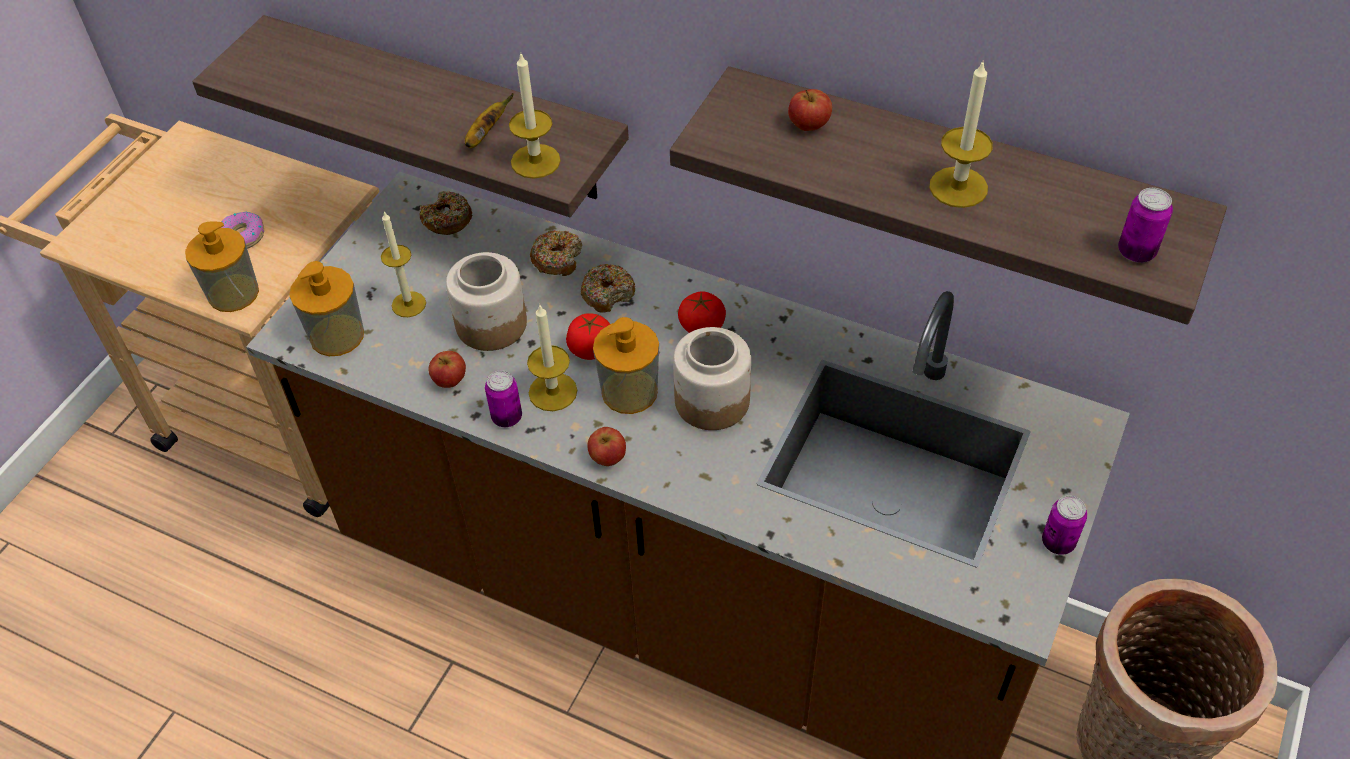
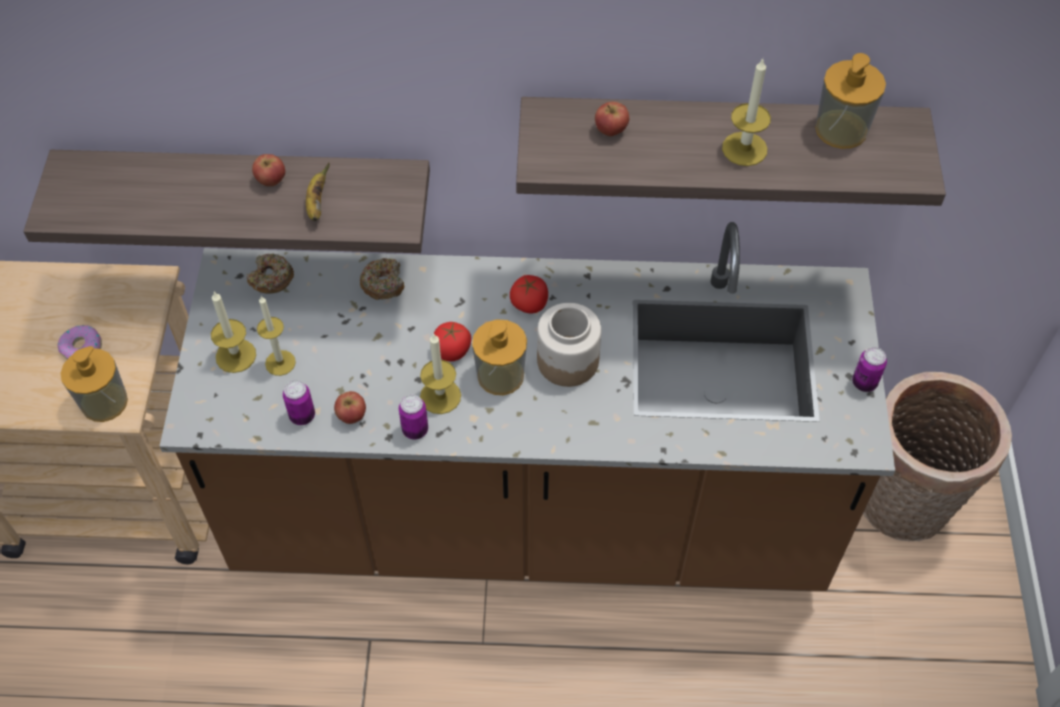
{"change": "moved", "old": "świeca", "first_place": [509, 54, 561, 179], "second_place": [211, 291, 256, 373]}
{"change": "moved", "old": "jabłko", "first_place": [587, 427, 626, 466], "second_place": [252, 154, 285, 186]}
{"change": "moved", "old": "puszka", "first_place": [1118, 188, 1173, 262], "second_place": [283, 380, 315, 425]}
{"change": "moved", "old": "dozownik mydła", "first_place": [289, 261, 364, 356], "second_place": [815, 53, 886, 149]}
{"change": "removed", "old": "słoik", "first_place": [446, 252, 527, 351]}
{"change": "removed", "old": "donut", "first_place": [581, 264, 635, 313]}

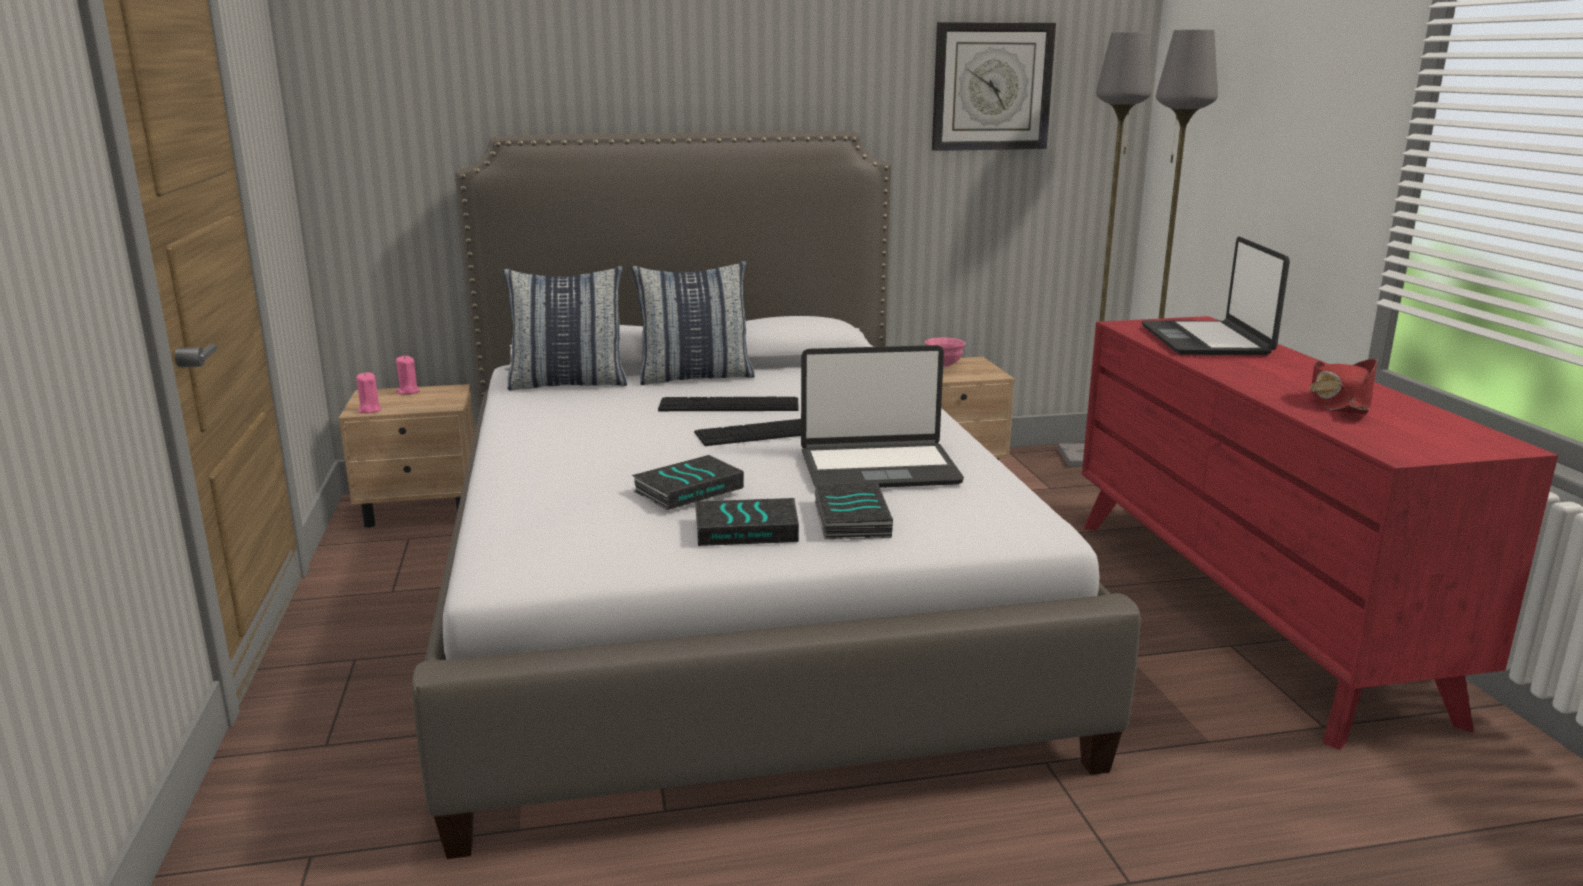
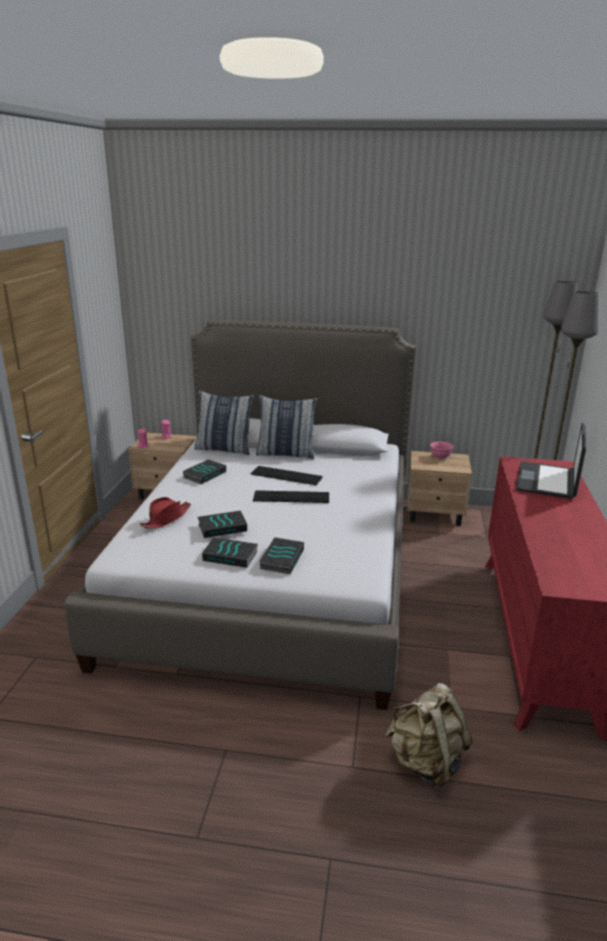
{"change": "moved", "old": "kapelusz (czerwony)", "first_place": [1310, 359, 1378, 414], "second_place": [139, 497, 191, 528]}
{"change": "added", "new": "książka", "second_place": [182, 459, 226, 484]}
{"change": "added", "new": "plecak (beżowy)", "second_place": [385, 683, 473, 788]}
{"change": "removed", "old": "laptop", "first_place": [801, 345, 964, 488]}
{"change": "removed", "old": "zegar ścienny", "first_place": [932, 22, 1056, 151]}

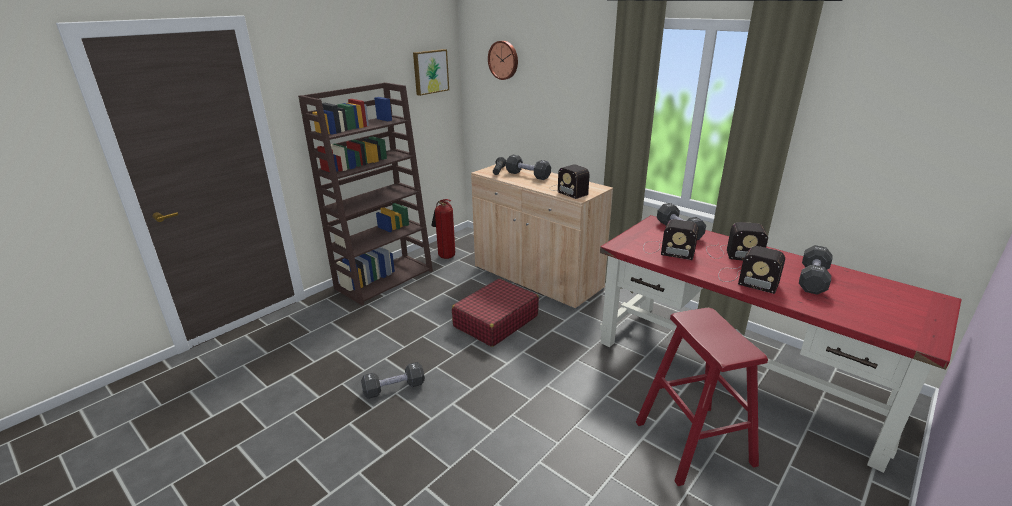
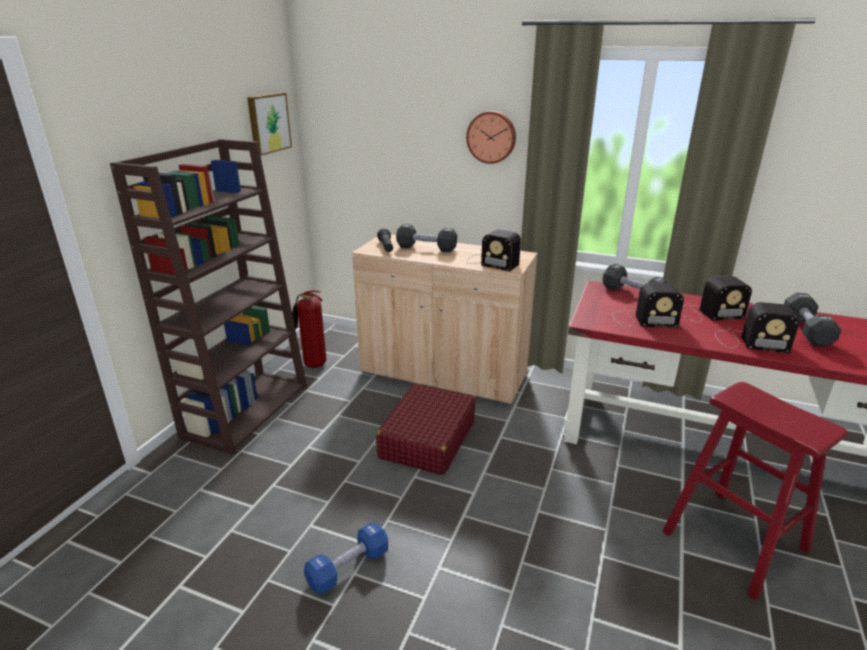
{"change": "recoloured", "old": "hantel (czarny)", "new": "hantel (niebieski)", "first_place": [361, 362, 425, 399], "second_place": [304, 522, 388, 594]}
{"change": "moved", "old": "zegar ścienny", "first_place": [488, 41, 518, 80], "second_place": [466, 111, 516, 164]}

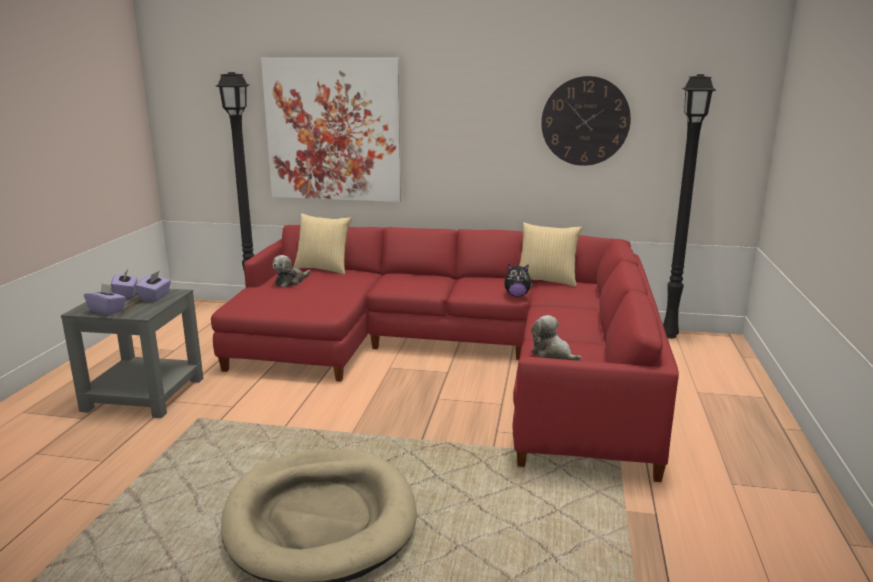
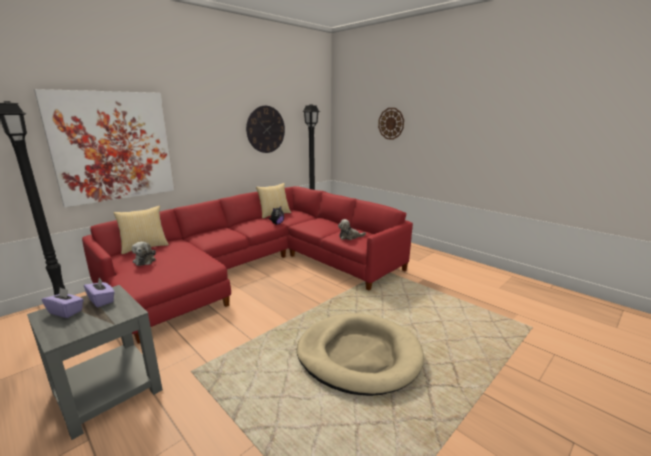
{"change": "added", "new": "zegar ścienny", "second_place": [378, 108, 404, 140]}
{"change": "removed", "old": "pudełko chusteczek (fioletowy)", "first_place": [84, 283, 126, 315]}

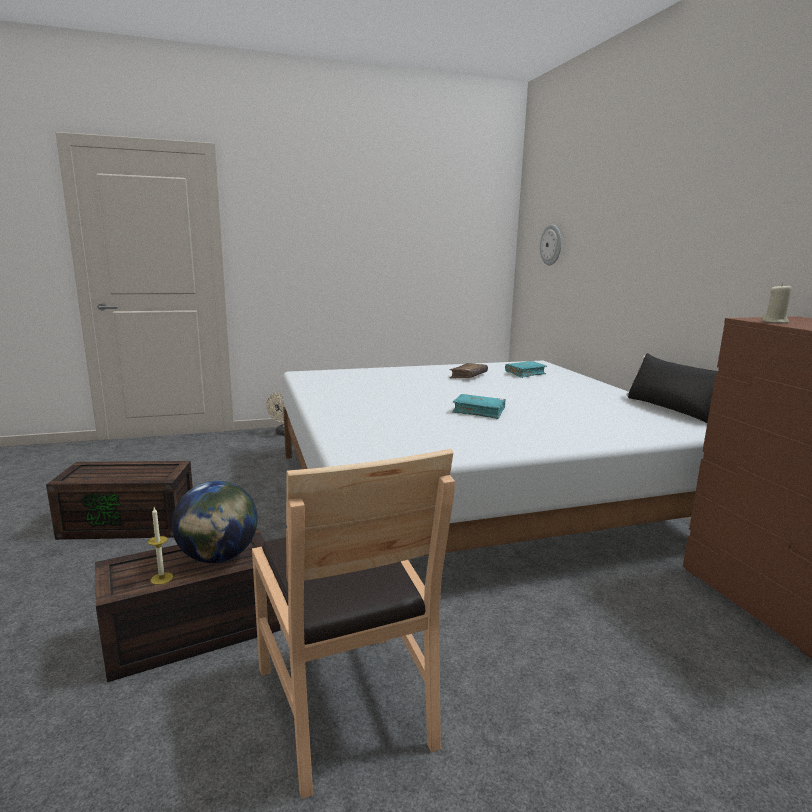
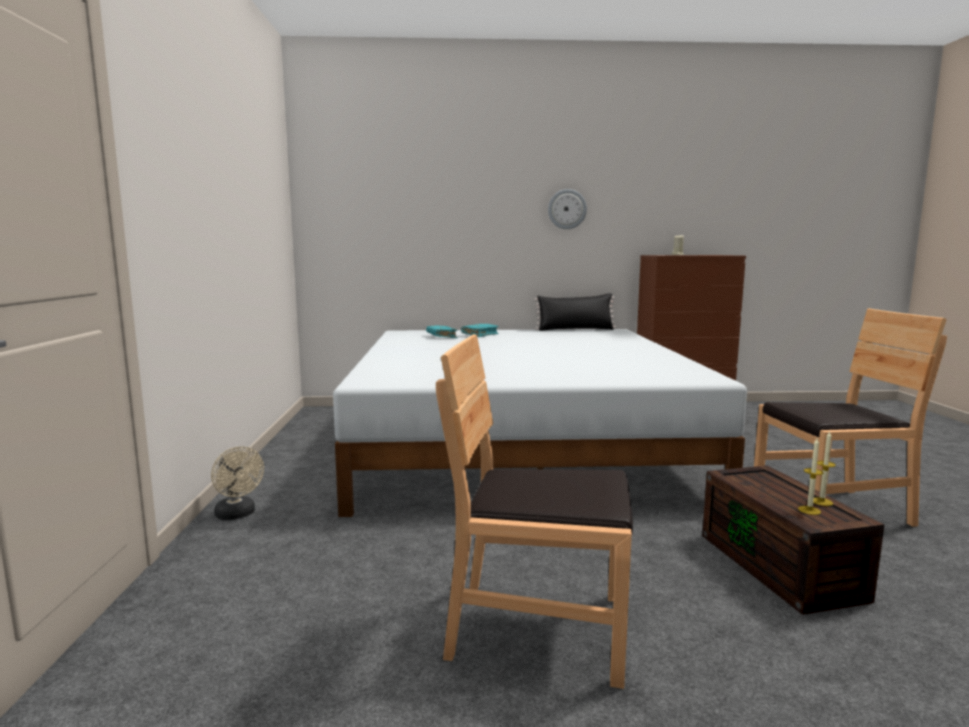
{"change": "replaced", "old": "pojemnik do przechowywania (brązowy)", "new": "krzesło (brązowy)", "first_place": [46, 461, 193, 540], "second_place": [436, 334, 633, 689]}
{"change": "moved", "old": "książka (turkusowy)", "first_place": [452, 394, 506, 419], "second_place": [461, 323, 499, 337]}
{"change": "moved", "old": "zegar ścienny", "first_place": [540, 225, 561, 265], "second_place": [548, 189, 587, 229]}
{"change": "added", "new": "świeca", "second_place": [798, 438, 824, 515]}
{"change": "removed", "old": "globus", "first_place": [172, 481, 258, 563]}
{"change": "removed", "old": "książka (brązowy)", "first_place": [450, 363, 488, 378]}

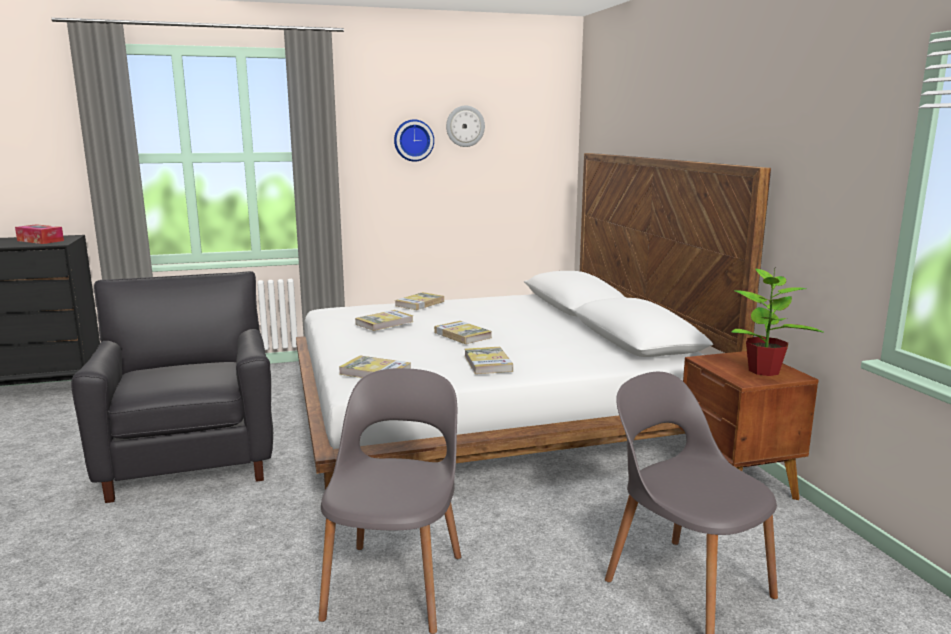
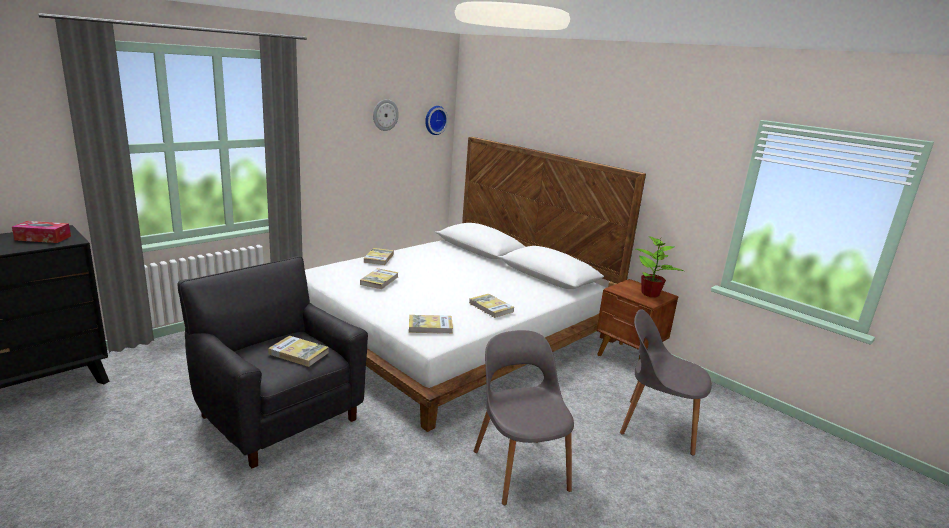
{"change": "moved", "old": "książka", "first_place": [434, 321, 492, 344], "second_place": [268, 336, 329, 367]}
{"change": "moved", "old": "zegar ścienny", "first_place": [394, 119, 434, 162], "second_place": [425, 106, 448, 135]}

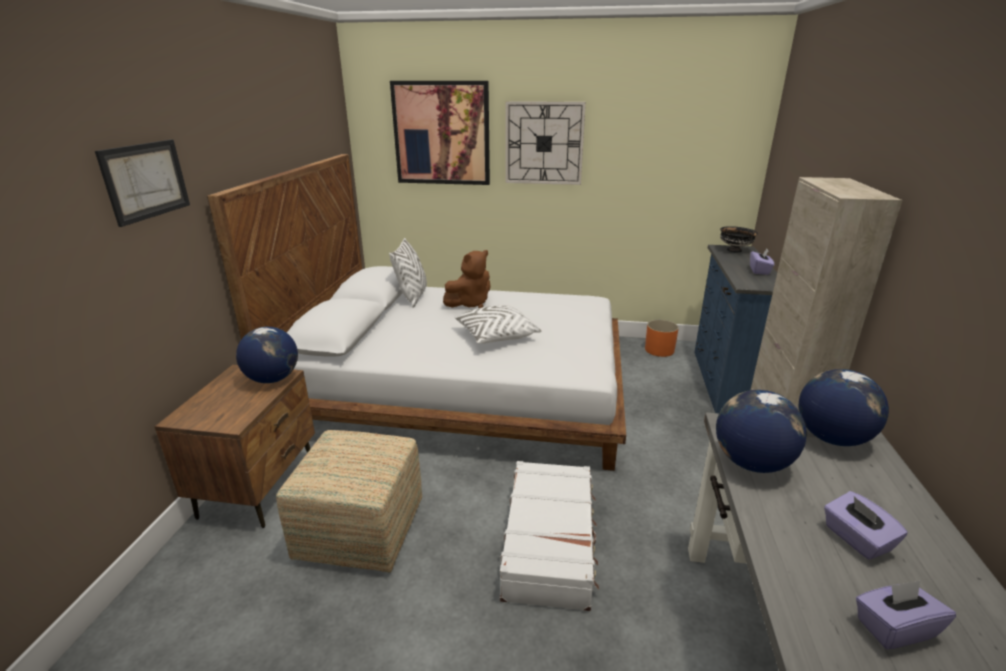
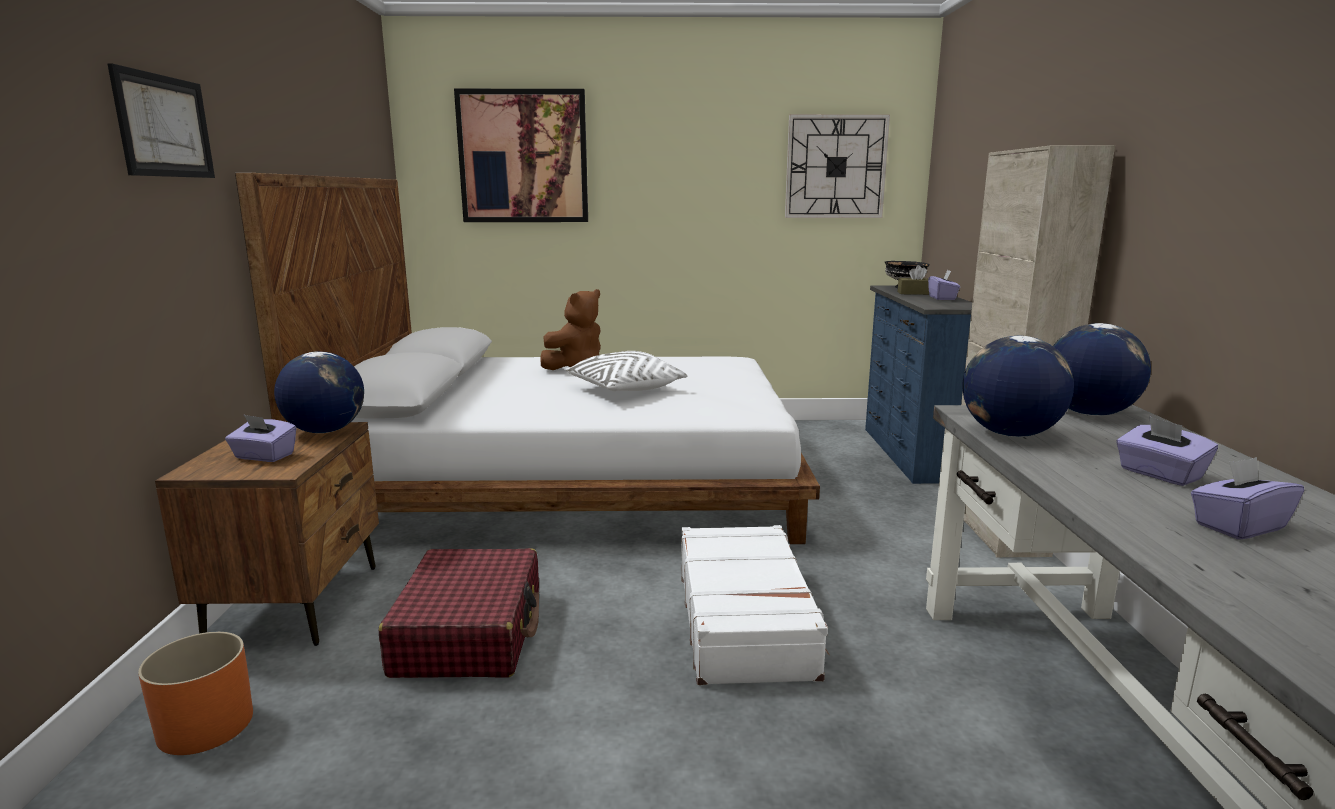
{"change": "moved", "old": "donica (pomarańczowy)", "first_place": [645, 320, 679, 357], "second_place": [138, 632, 253, 755]}
{"change": "added", "new": "pudełko chusteczek (fioletowy)", "second_place": [225, 415, 296, 462]}
{"change": "replaced", "old": "pufa", "new": "walizka (czerwony)", "first_place": [276, 430, 422, 573], "second_place": [379, 548, 539, 678]}
{"change": "moved", "old": "zegar ścienny", "first_place": [505, 101, 586, 185], "second_place": [785, 114, 890, 218]}
{"change": "added", "new": "pudełko chusteczek (brązowy)", "second_place": [898, 265, 929, 295]}
{"change": "removed", "old": "poduszka (biały)", "first_place": [389, 238, 427, 308]}

